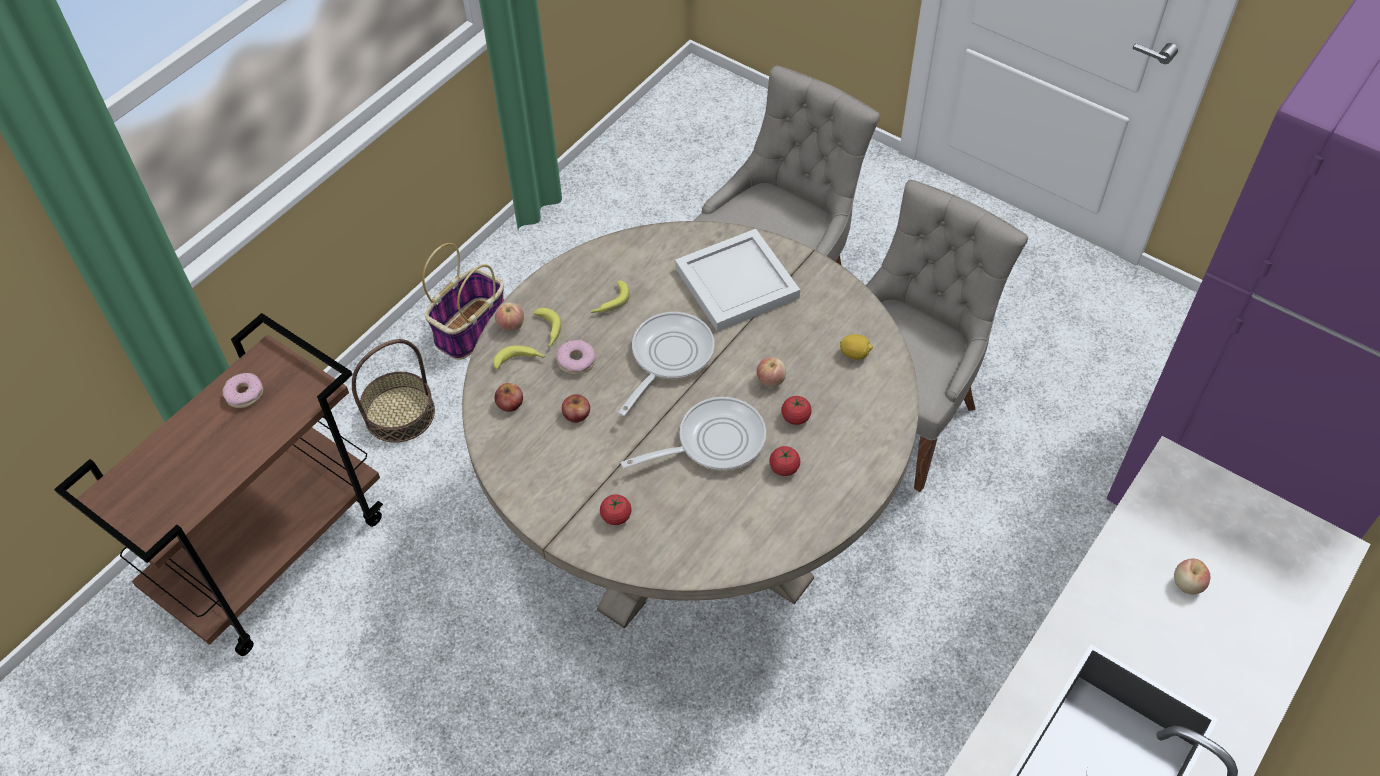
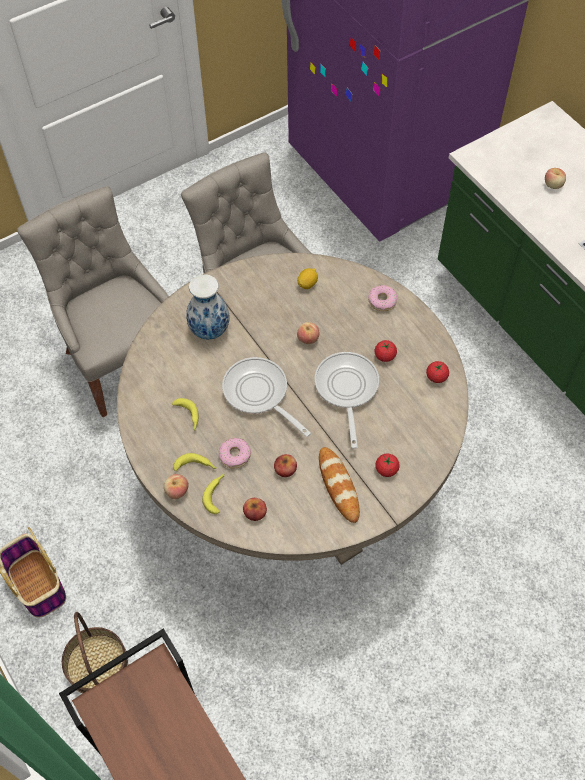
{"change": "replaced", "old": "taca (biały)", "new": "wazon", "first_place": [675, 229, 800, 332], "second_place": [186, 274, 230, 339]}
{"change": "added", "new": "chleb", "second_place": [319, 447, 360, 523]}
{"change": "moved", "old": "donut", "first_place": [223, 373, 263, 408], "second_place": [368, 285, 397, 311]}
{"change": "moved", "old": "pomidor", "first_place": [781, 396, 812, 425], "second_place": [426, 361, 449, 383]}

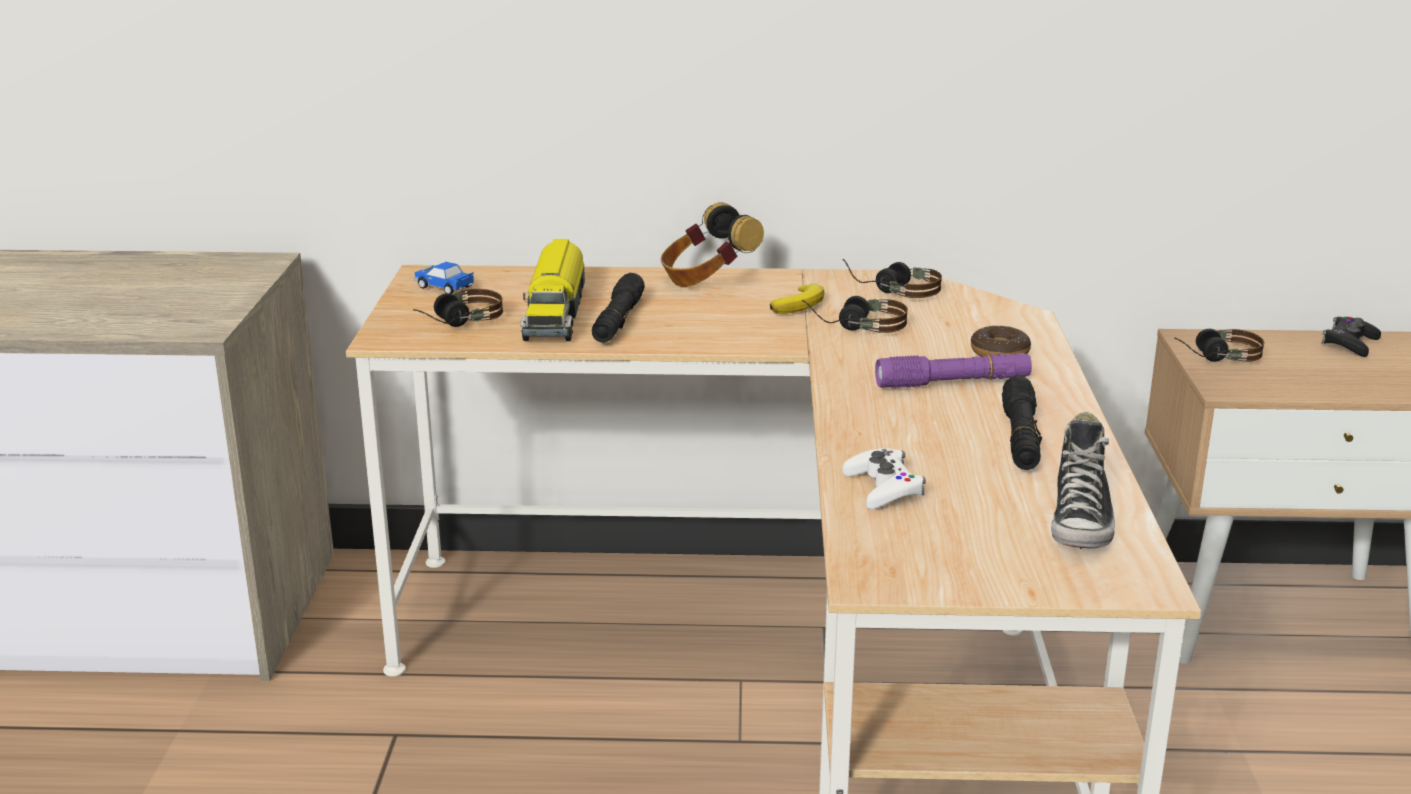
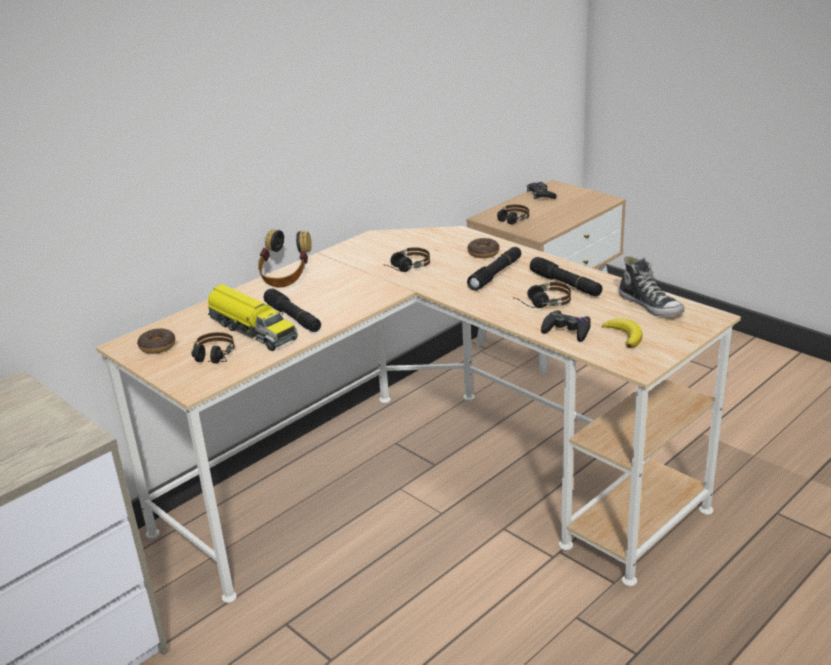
{"change": "replaced", "old": "samochodzik", "new": "donut", "first_place": [414, 262, 474, 294], "second_place": [137, 328, 176, 354]}
{"change": "recoloured", "old": "latarka (fioletowy)", "new": "latarka (czarny)", "first_place": [875, 353, 1032, 388], "second_place": [467, 247, 521, 291]}
{"change": "moved", "old": "słuchawki", "first_place": [843, 259, 942, 298], "second_place": [513, 282, 571, 308]}
{"change": "recoloured", "old": "pad do gier (biały)", "new": "pad do gier (czarny)", "first_place": [842, 448, 926, 509], "second_place": [541, 310, 591, 342]}
{"change": "moved", "old": "banan", "first_place": [770, 284, 824, 314], "second_place": [602, 318, 643, 348]}

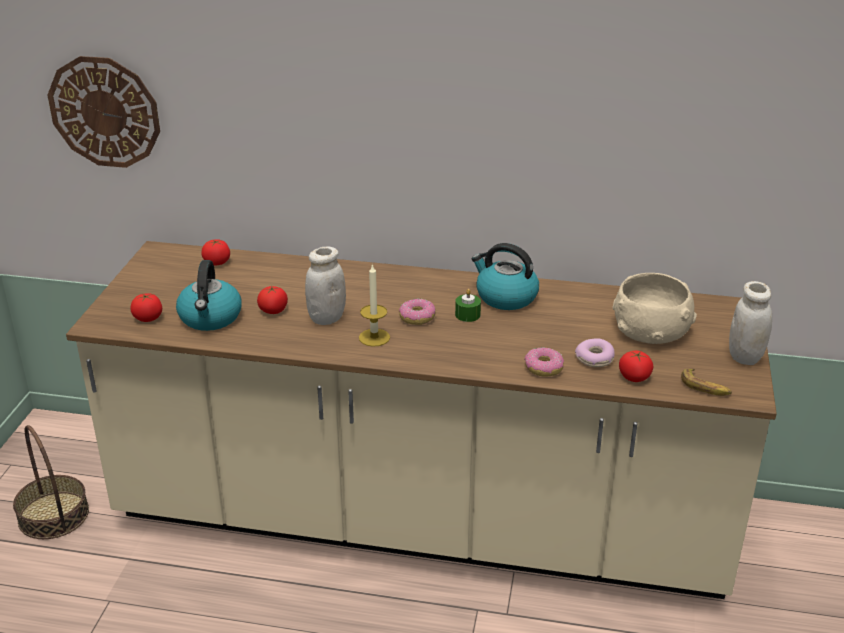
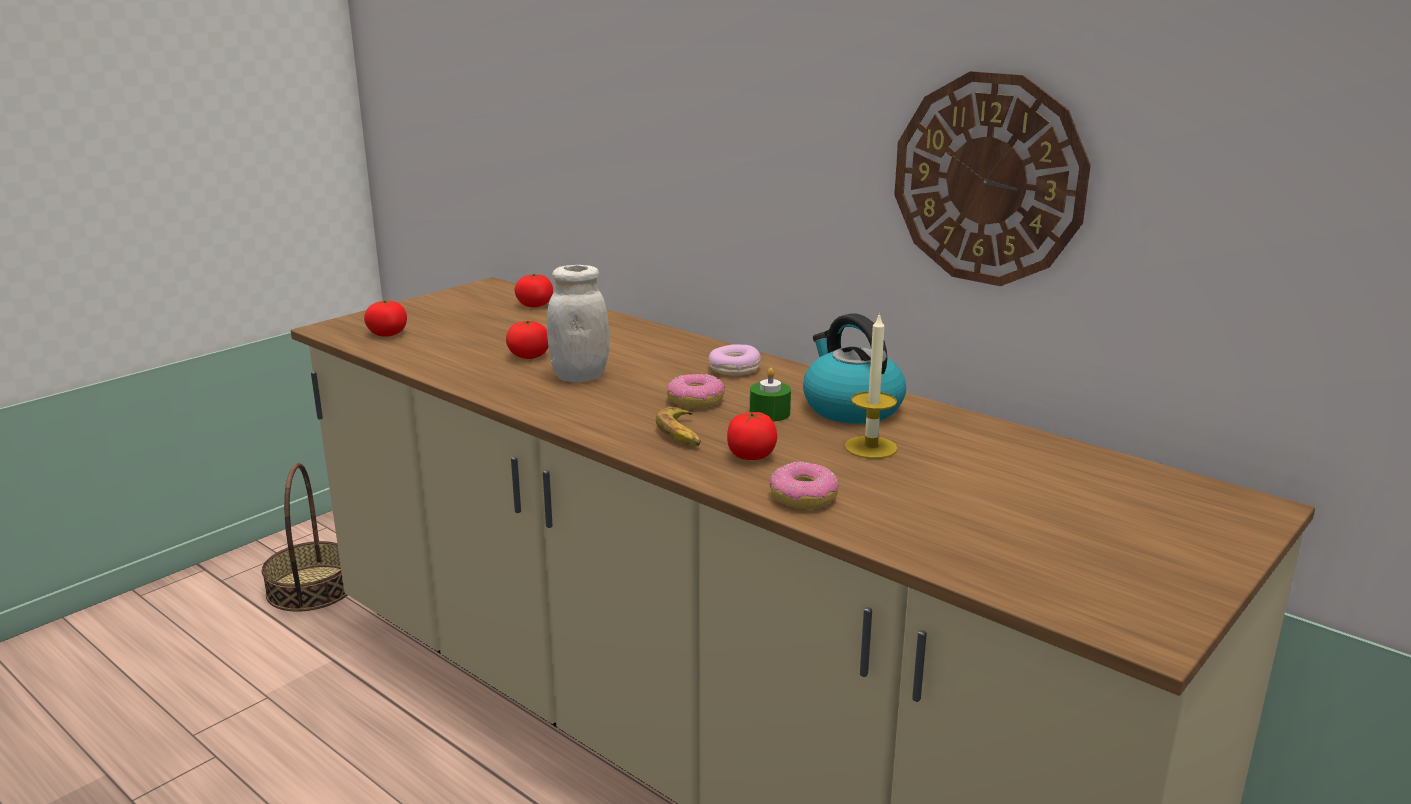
{"change": "moved", "old": "banan", "first_place": [681, 369, 732, 396], "second_place": [656, 407, 701, 446]}
{"change": "moved", "old": "donut", "first_place": [575, 338, 615, 367], "second_place": [708, 344, 761, 375]}
{"change": "moved", "old": "pomidor", "first_place": [619, 350, 653, 382], "second_place": [727, 412, 778, 460]}
{"change": "moved", "old": "świeca", "first_place": [359, 264, 390, 347], "second_place": [845, 312, 898, 459]}
{"change": "moved", "old": "zegar ścienny", "first_place": [47, 56, 160, 168], "second_place": [894, 71, 1091, 286]}
{"change": "removed", "old": "czajnik", "first_place": [176, 260, 242, 331]}
{"change": "removed", "old": "miska (beżowy)", "first_place": [612, 273, 697, 344]}
{"change": "removed", "old": "słoik (biały)", "first_place": [729, 281, 772, 365]}

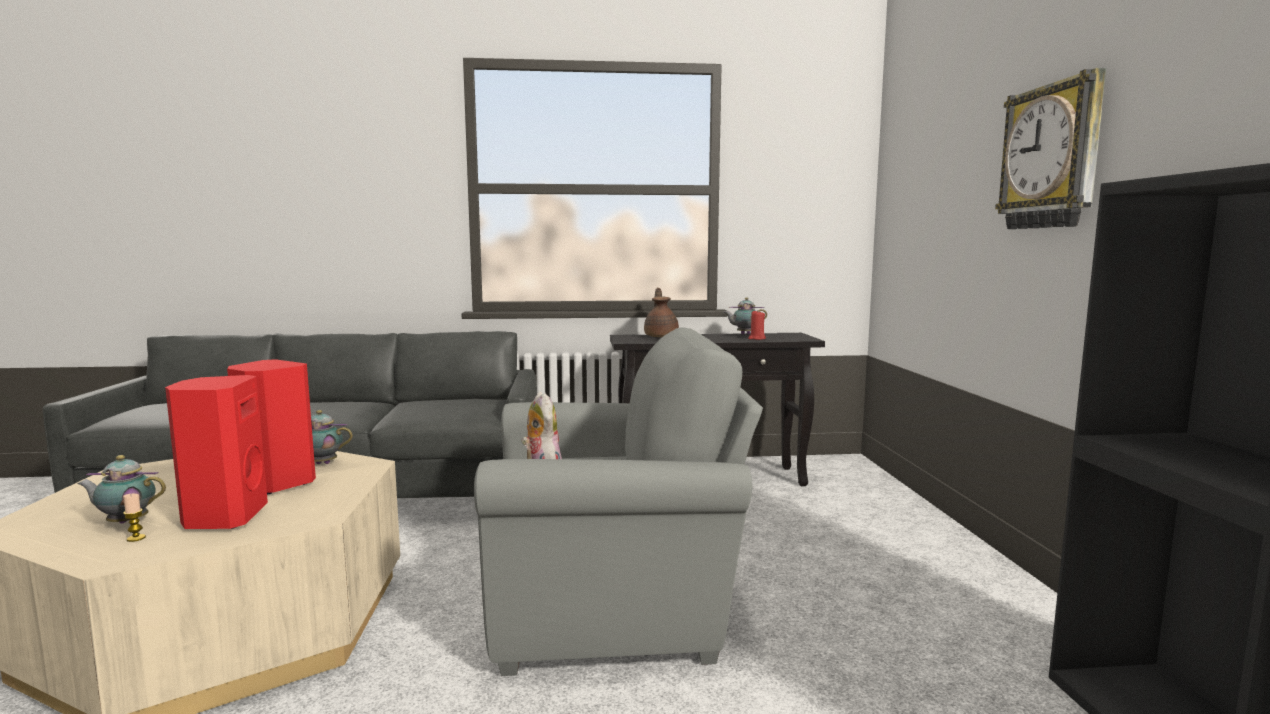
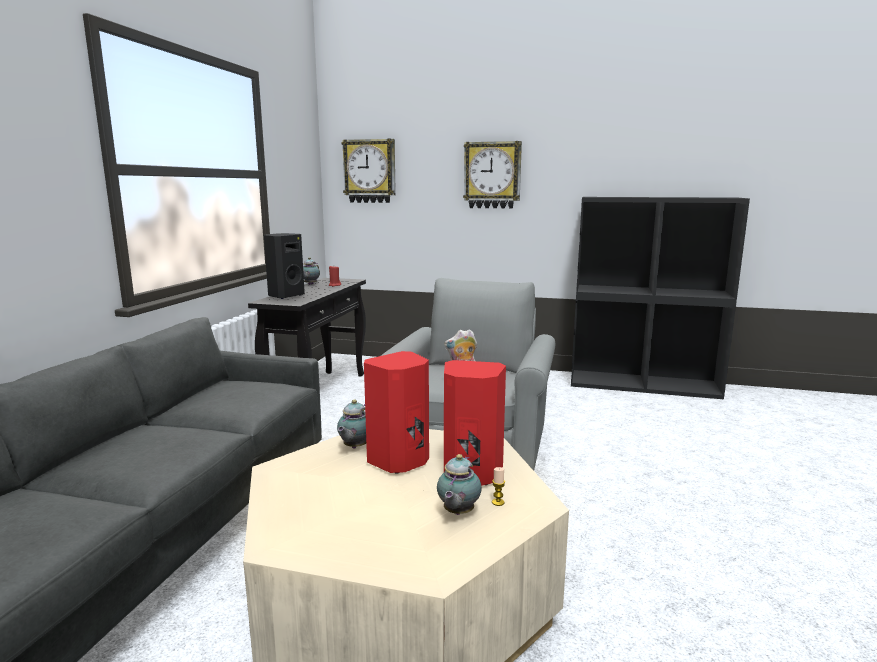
{"change": "replaced", "old": "imbryk (brązowy)", "new": "głośnik (czarny)", "first_place": [644, 288, 679, 337], "second_place": [264, 233, 305, 299]}
{"change": "added", "new": "zegar ścienny", "second_place": [341, 139, 396, 203]}

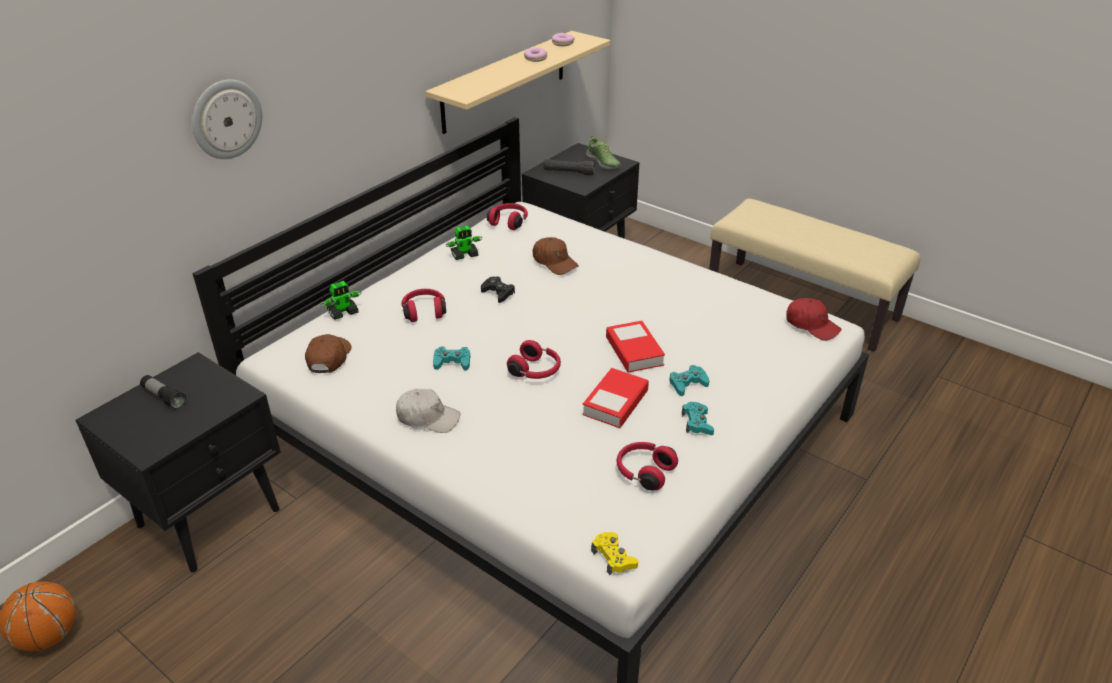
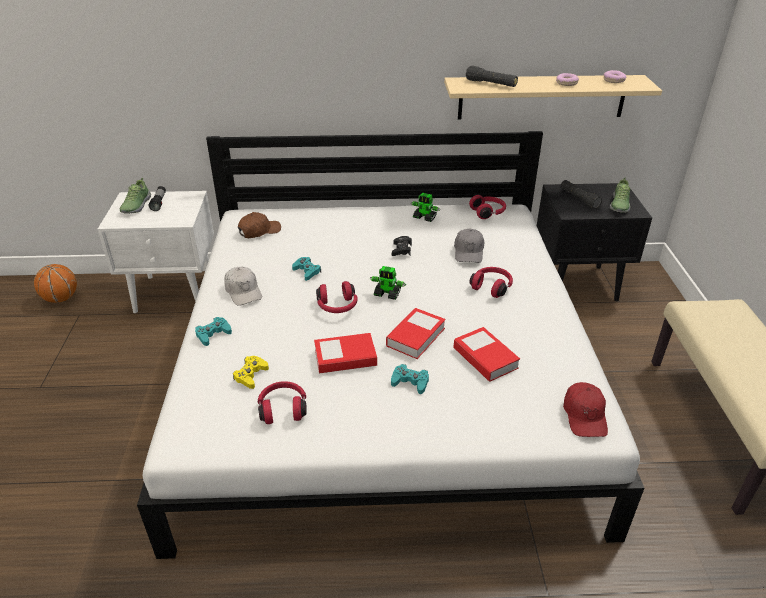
{"change": "recoloured", "old": "szafka nocna (czarny)", "new": "szafka nocna (biały)", "first_place": [75, 352, 281, 573], "second_place": [97, 191, 214, 313]}
{"change": "added", "new": "but", "second_place": [120, 178, 151, 214]}
{"change": "moved", "old": "pad do gier (turkusowy)", "first_place": [682, 402, 714, 435], "second_place": [195, 317, 232, 346]}
{"change": "moved", "old": "pad do gier (żółty)", "first_place": [591, 532, 638, 575], "second_place": [233, 356, 269, 389]}
{"change": "moved", "old": "robot zabawkowy", "first_place": [321, 281, 362, 320], "second_place": [370, 266, 406, 300]}
{"change": "added", "new": "książka", "second_place": [453, 327, 520, 382]}
{"change": "recoloured", "old": "czapka z daszkiem (brązowy)", "new": "czapka z daszkiem (szary)", "first_place": [533, 237, 579, 275], "second_place": [454, 229, 484, 263]}
{"change": "added", "new": "latarka (czarny)", "second_place": [466, 66, 518, 87]}
{"change": "moved", "old": "słuchawki (czerwony)", "first_place": [401, 289, 446, 322], "second_place": [469, 267, 513, 298]}
{"change": "removed", "old": "zegar ścienny", "first_place": [192, 79, 262, 159]}

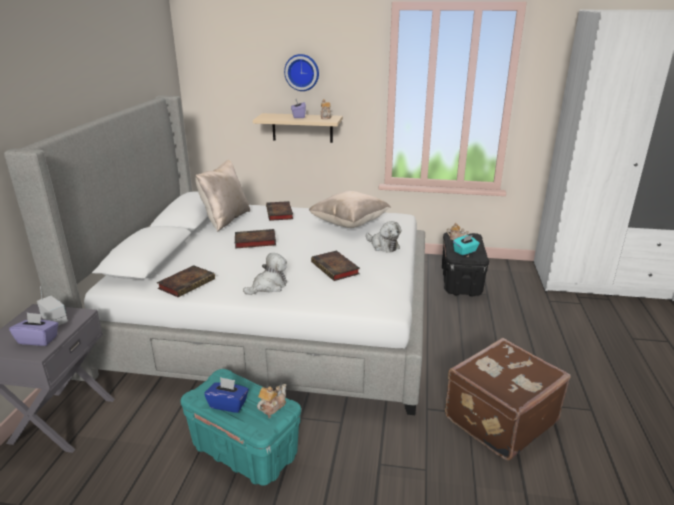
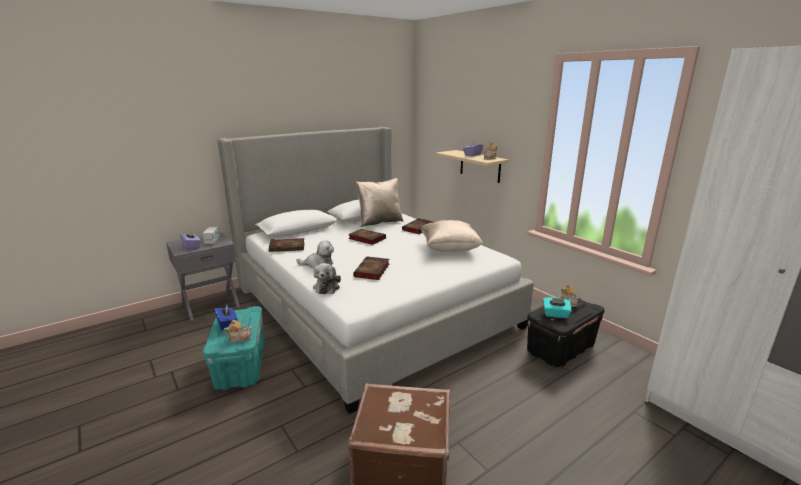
{"change": "moved", "old": "pluszak", "first_place": [366, 221, 401, 252], "second_place": [313, 263, 341, 294]}
{"change": "removed", "old": "zegar ścienny", "first_place": [284, 54, 319, 91]}

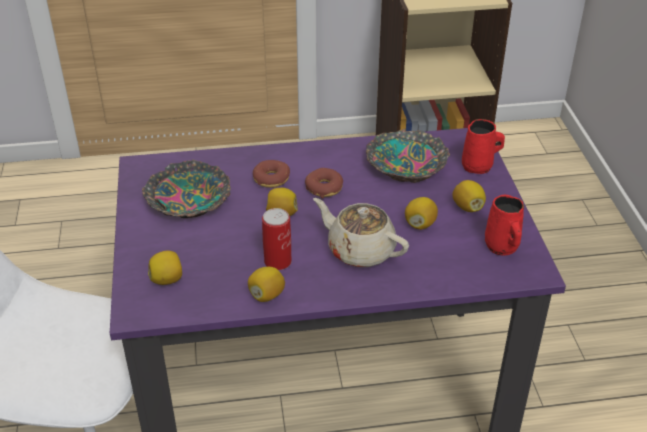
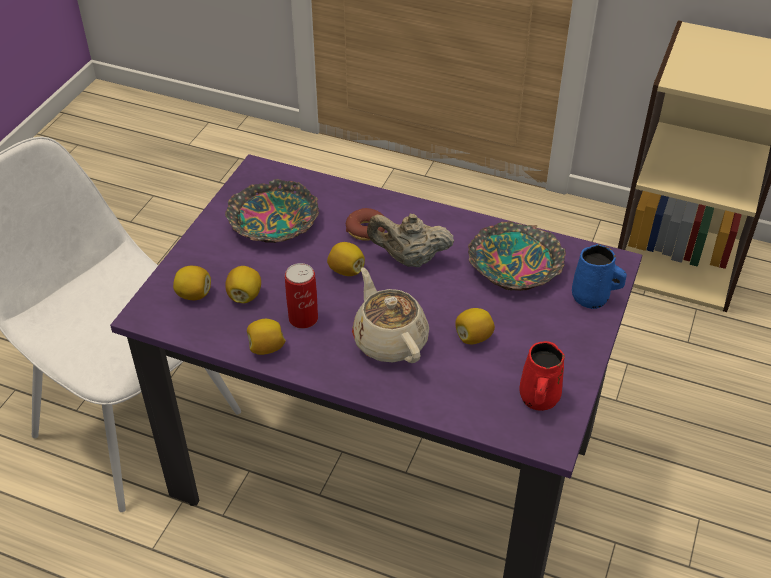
{"change": "moved", "old": "cytryna", "first_place": [453, 180, 486, 212], "second_place": [225, 266, 261, 303]}
{"change": "replaced", "old": "donut", "new": "imbryk (beżowy)", "first_place": [305, 168, 343, 198], "second_place": [367, 214, 454, 267]}
{"change": "recoloured", "old": "kubek (czerwony)", "new": "kubek (niebieski)", "first_place": [462, 119, 505, 174], "second_place": [572, 244, 627, 309]}

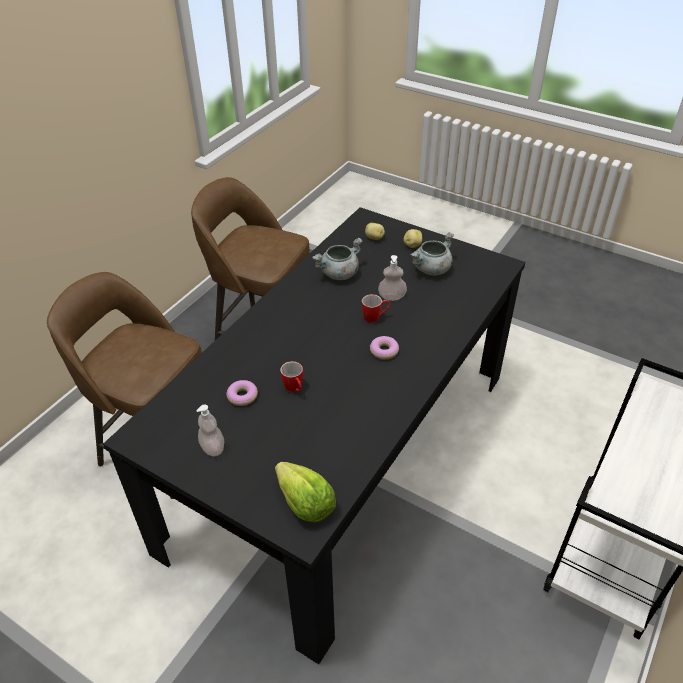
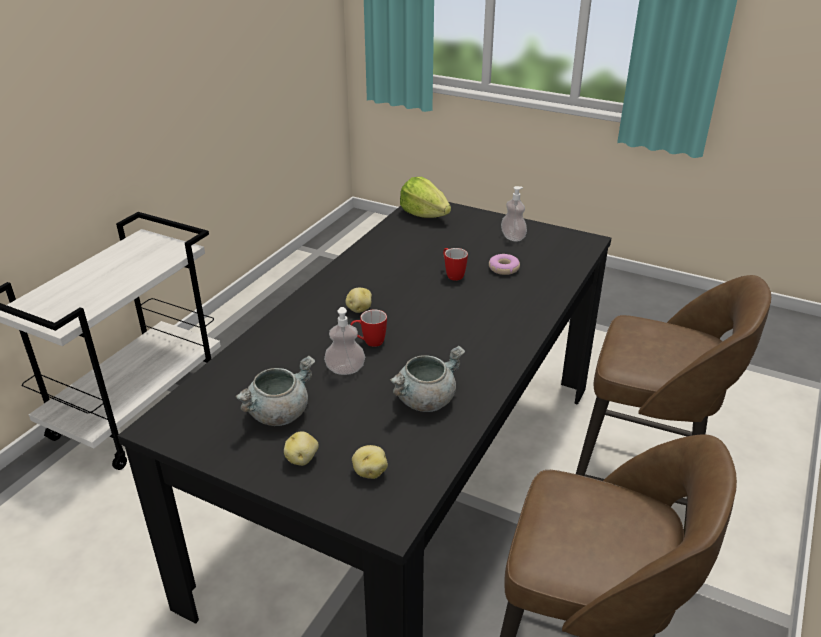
{"change": "replaced", "old": "donut", "new": "ziemniak", "first_place": [370, 336, 399, 359], "second_place": [345, 288, 372, 313]}

